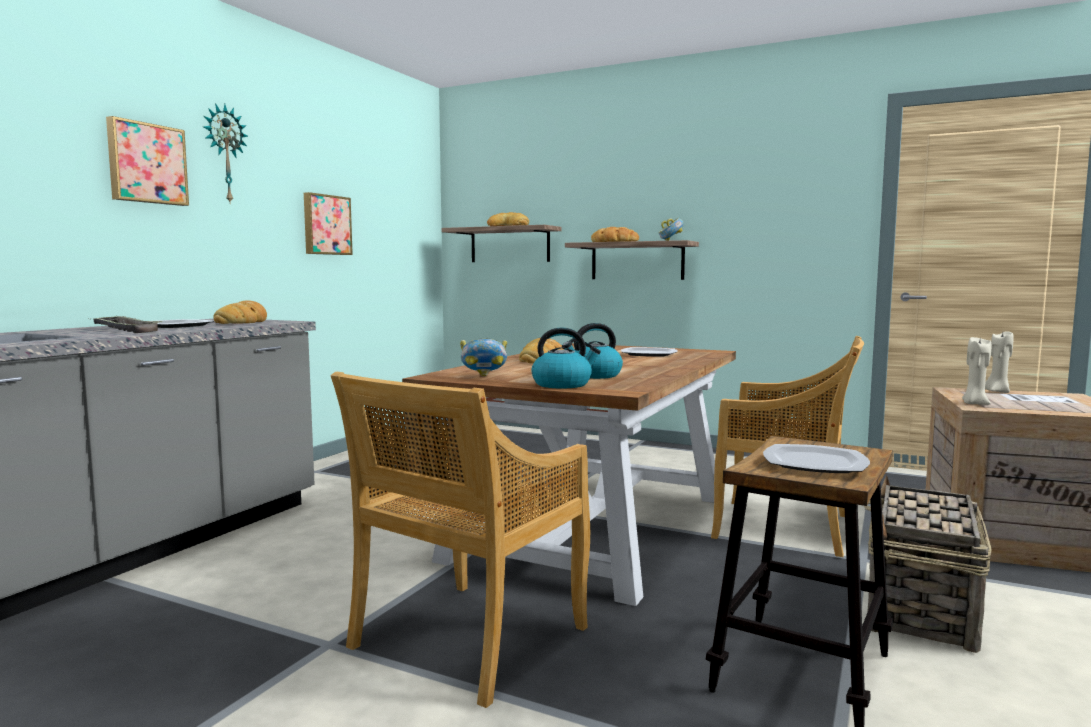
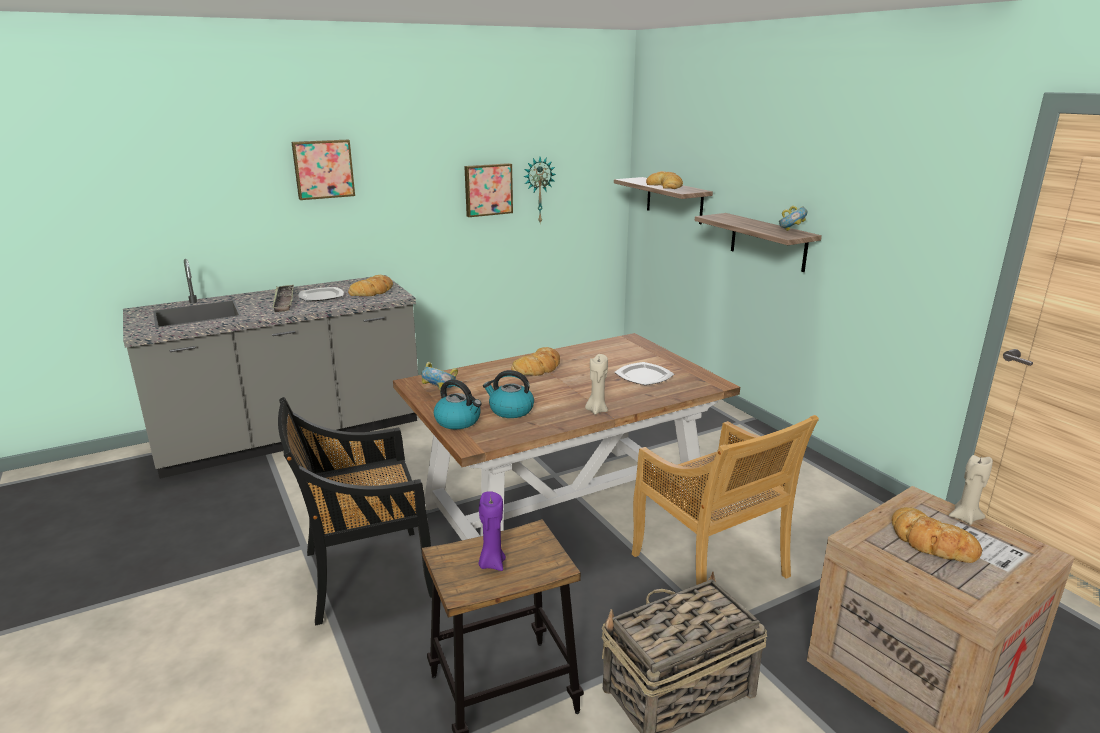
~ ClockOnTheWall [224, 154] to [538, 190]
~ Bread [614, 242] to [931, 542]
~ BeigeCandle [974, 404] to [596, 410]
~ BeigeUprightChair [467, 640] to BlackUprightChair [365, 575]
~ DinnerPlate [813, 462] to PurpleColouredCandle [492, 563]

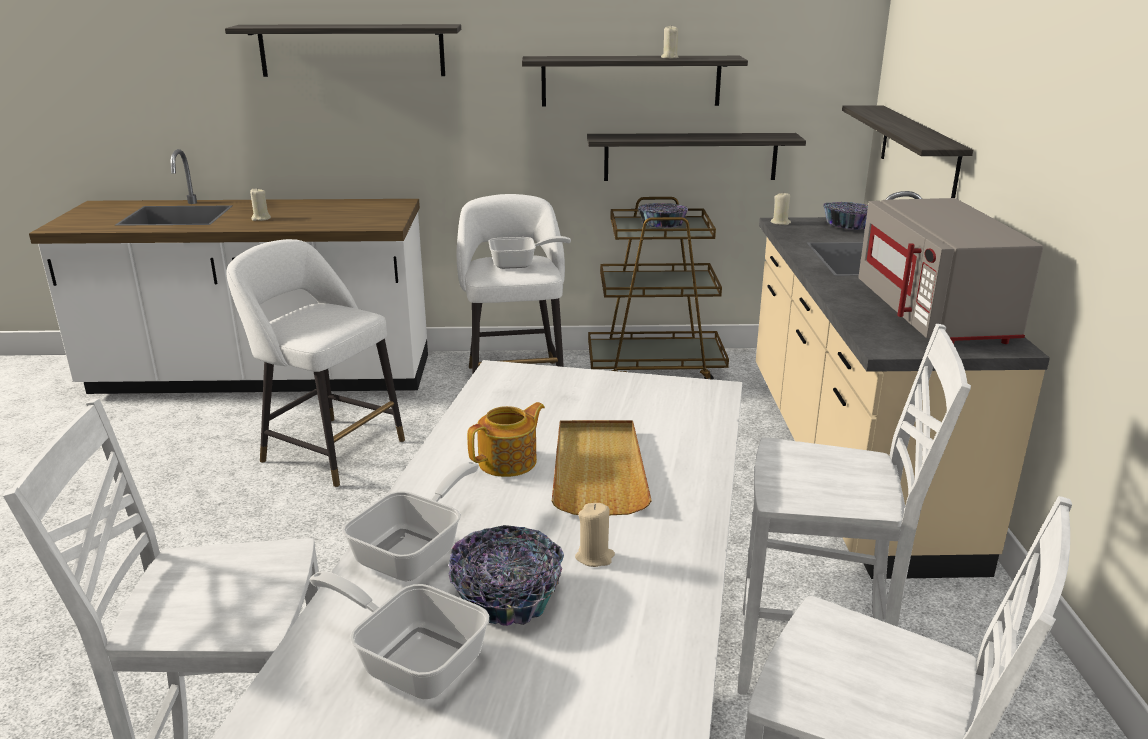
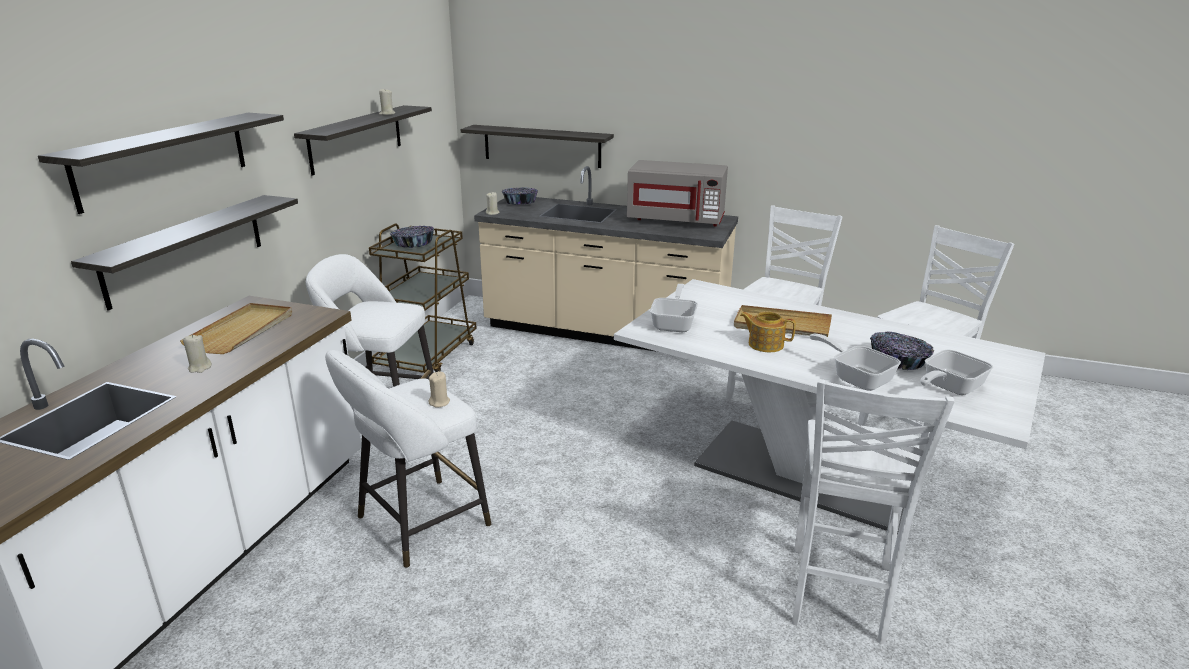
~ BracketShelf [690, 156] to [186, 249]
~ Pan [519, 264] to [674, 323]
~ TeaPot [509, 462] = [765, 344] 45 degrees counterclockwise
~ BeigeCandle [595, 557] to [439, 402]
+ BeigeServingTray [242, 331]

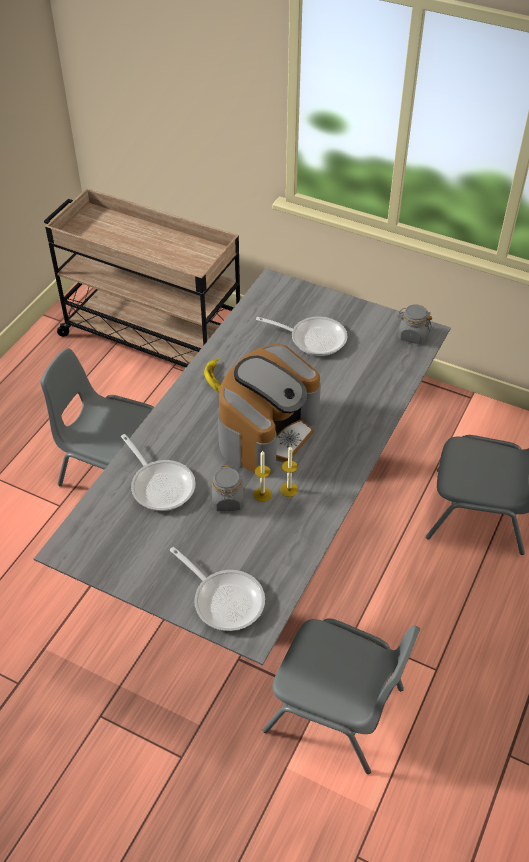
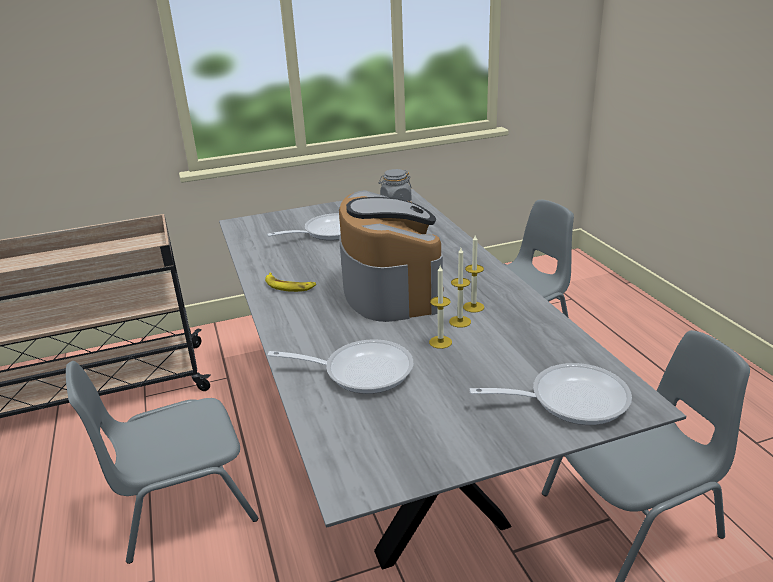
~ GreyStorageJar [228, 500] to Candle [440, 342]

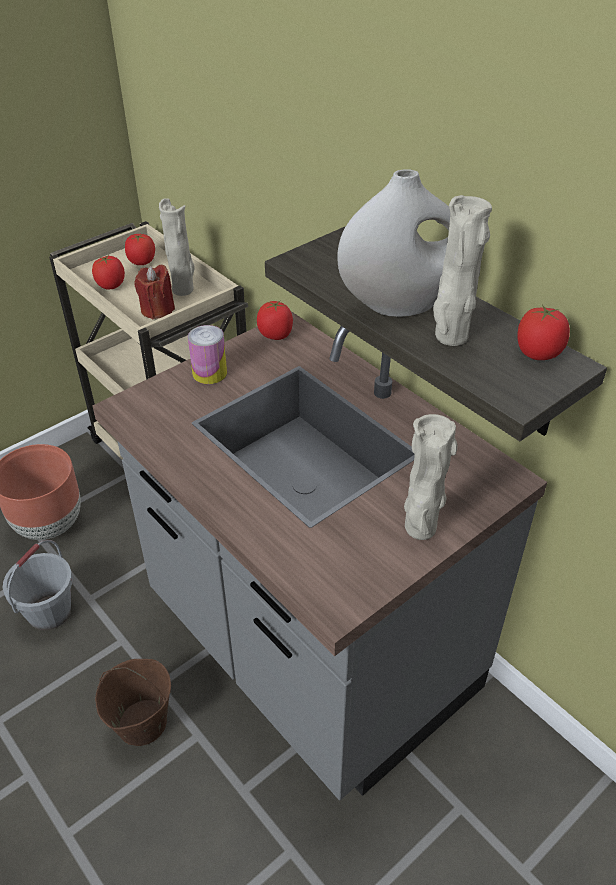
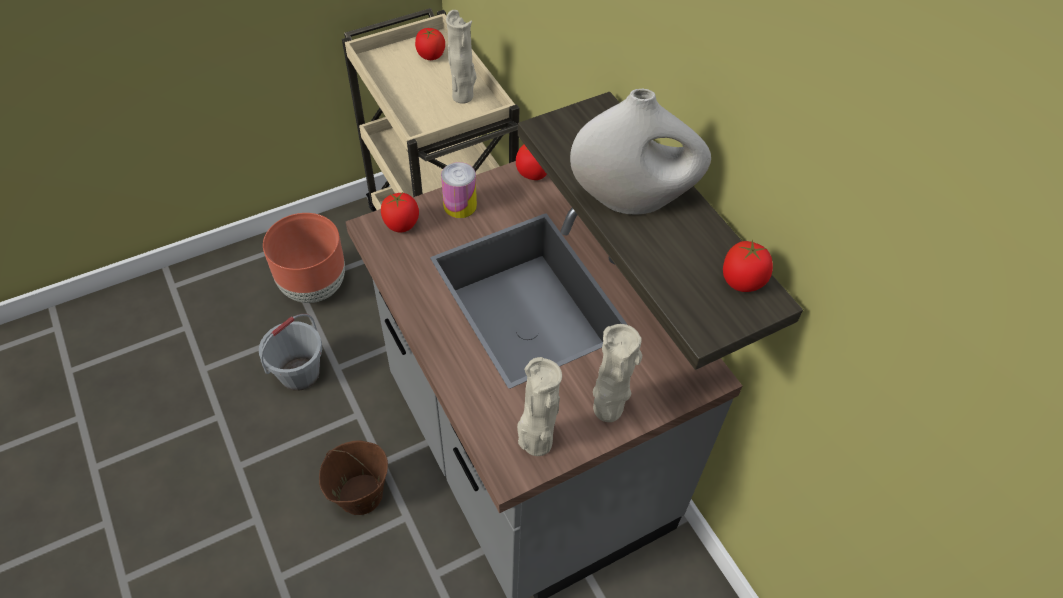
~ BeigeDecorativeVase [450, 338] to [535, 444]
~ WholeTomato [111, 285] to [401, 224]
- RedColouredCandle [157, 309]

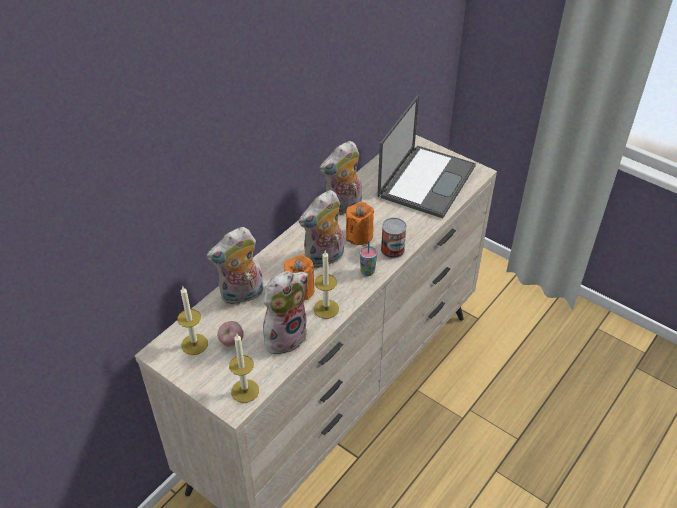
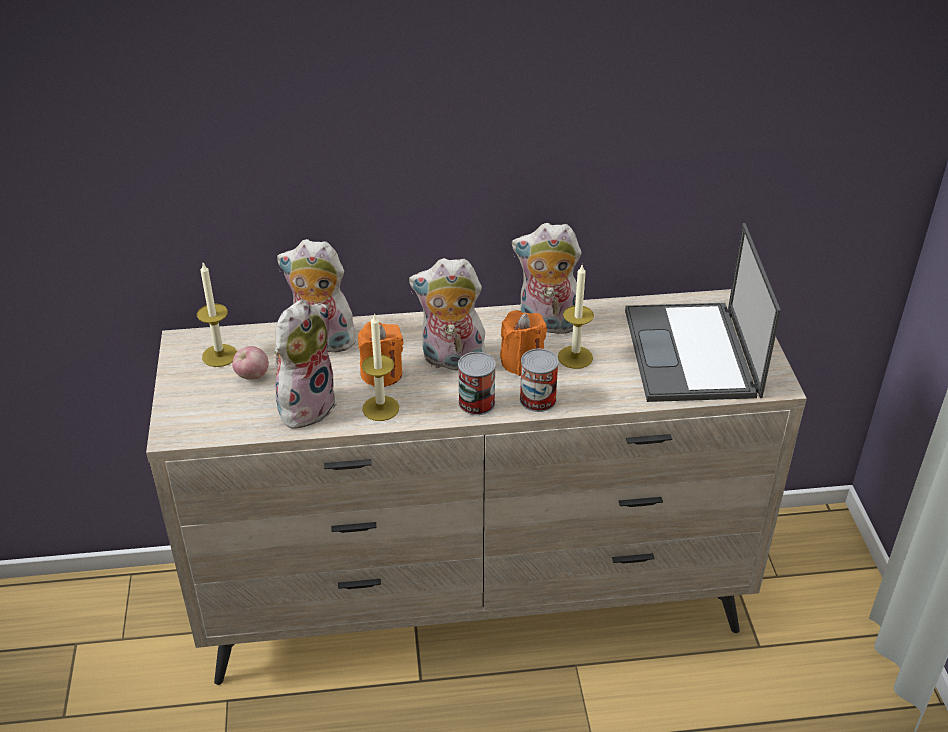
~ Laptop [427, 180] = [692, 354] 105 degrees clockwise
~ Cup [367, 271] to Can [476, 402]
~ SoftToy [285, 335] = [306, 405] 60 degrees counterclockwise
~ Candle [245, 391] to [575, 357]

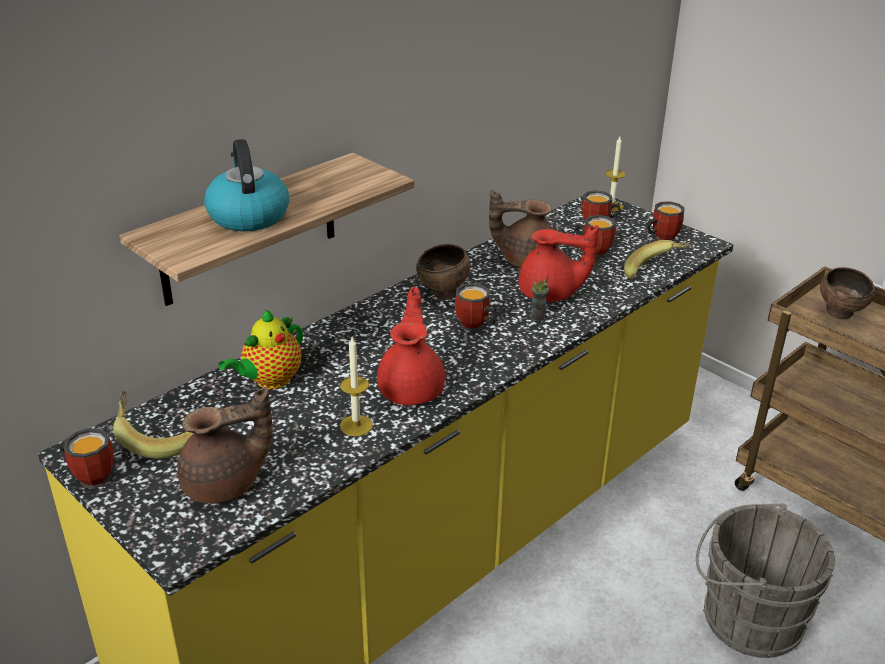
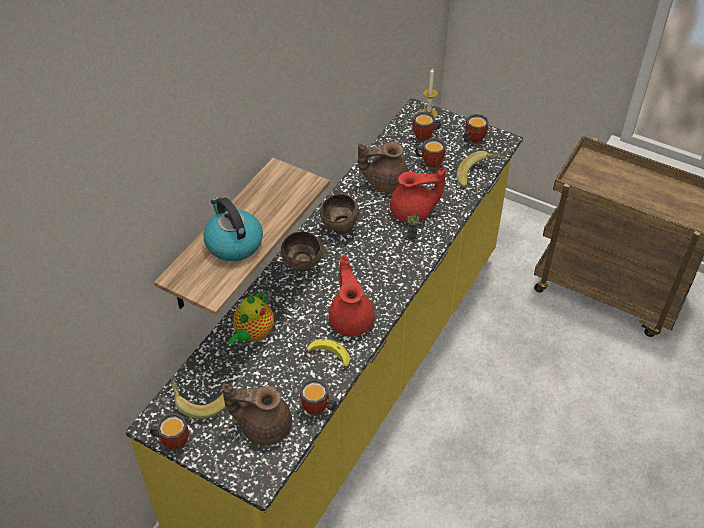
~ BrownColouredServingBowl [840, 315] to [303, 266]
~ TeaMug [474, 327] to [318, 410]
~ Candle [356, 425] to Banana [327, 359]
~ BrownColouredTeaPot [225, 484] = [263, 426] 135 degrees counterclockwise
- GreyWaterBucket [745, 617]

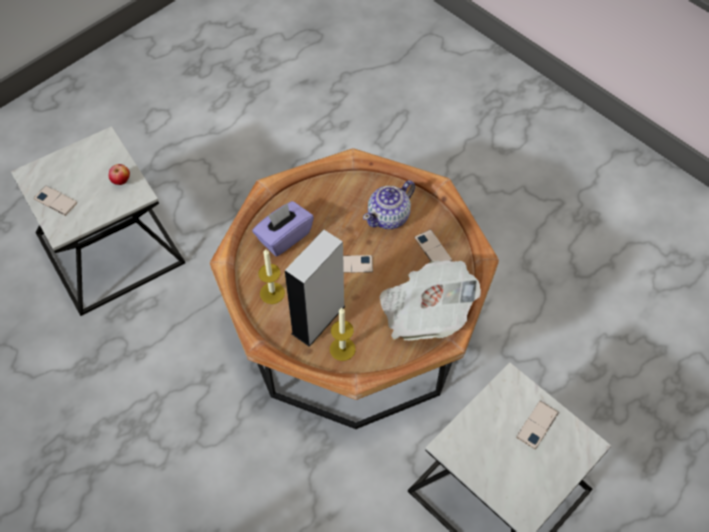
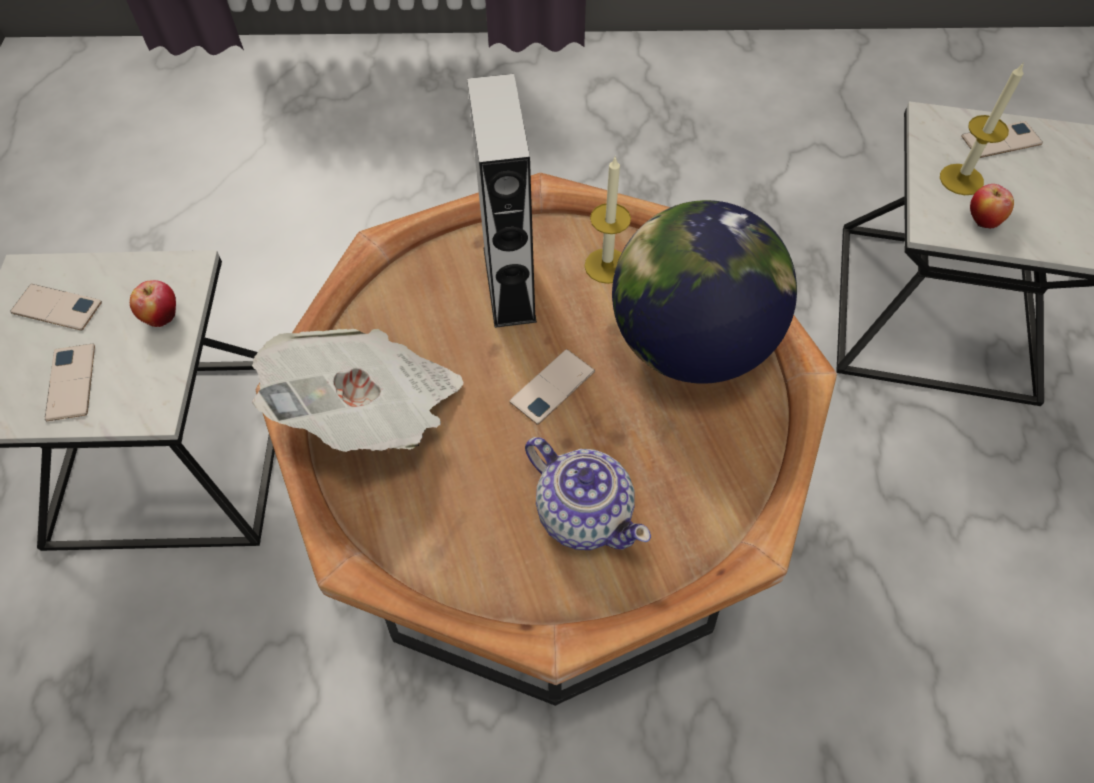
~ TeaPot [389, 217] = [584, 513] 135 degrees clockwise
~ PurpleColouredTissueBox [284, 237] to DeskGlobe [690, 343]
~ Telephone [433, 249] to [57, 308]
~ Candle [342, 349] to [961, 179]
+ WholeApple [162, 317]

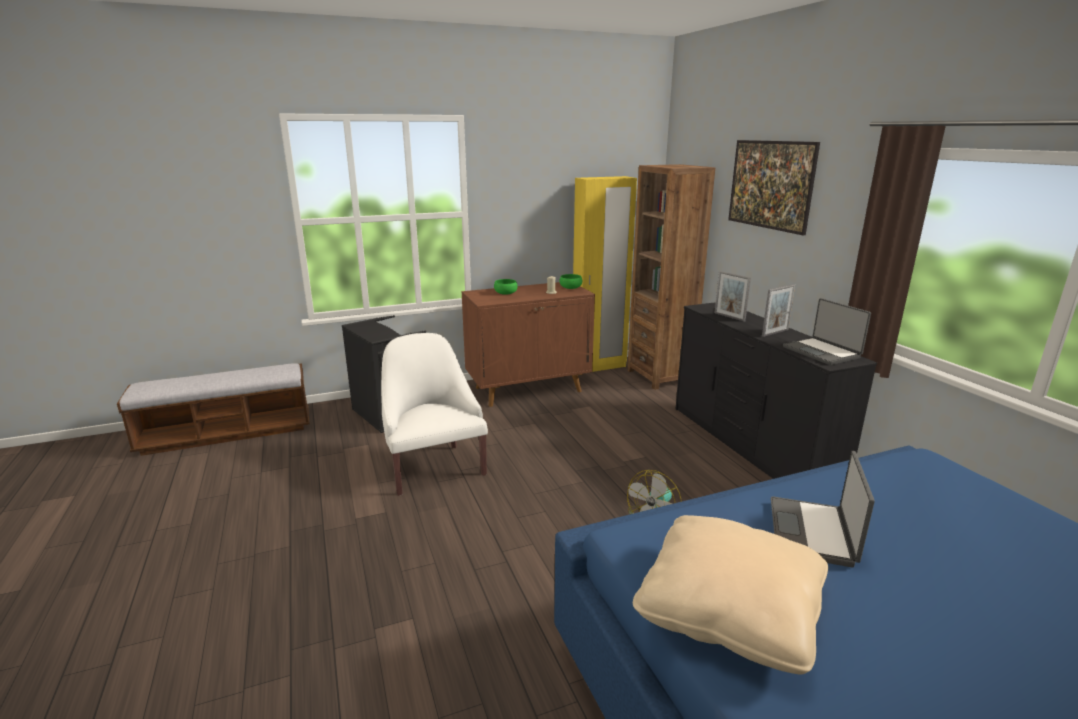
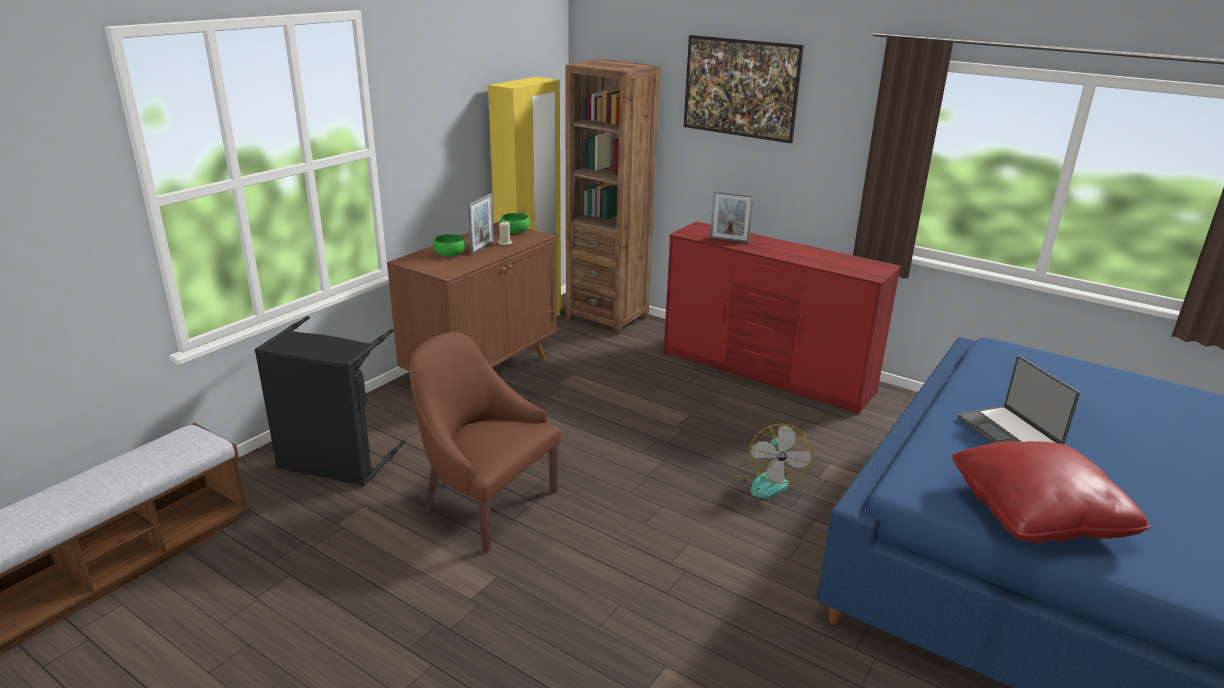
~ StandingFrame [775, 333] to [482, 248]
- Laptop [822, 352]
~ BlackDrawerChest [750, 446] to RedColouredDrawerChest [766, 373]
~ WhiteEasyChair [433, 467] to BrownColouredEasyChair [486, 503]
~ BeigeCushion [729, 610] to RedColouredCushion [1037, 513]

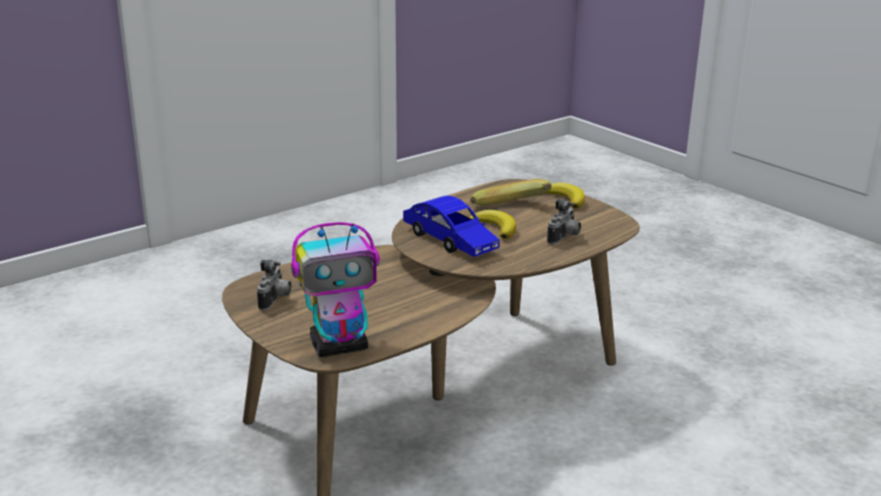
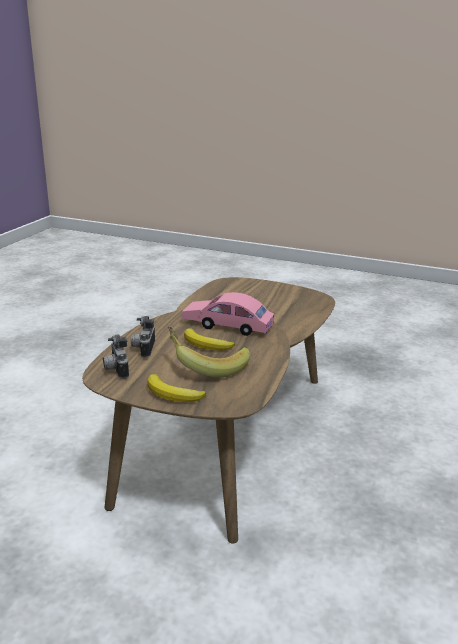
~ BlueColouredMiniatureCar [449, 241] to PinkMiniatureCar [227, 326]
- ToyRobot [340, 346]
~ StillCamera [275, 300] to [116, 370]

